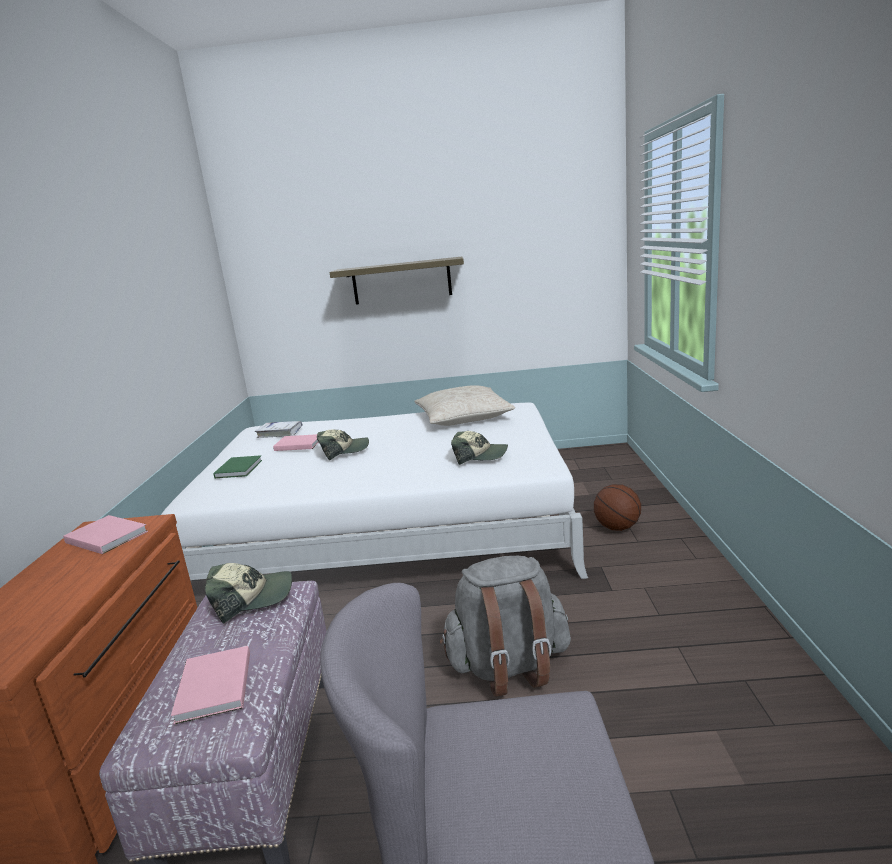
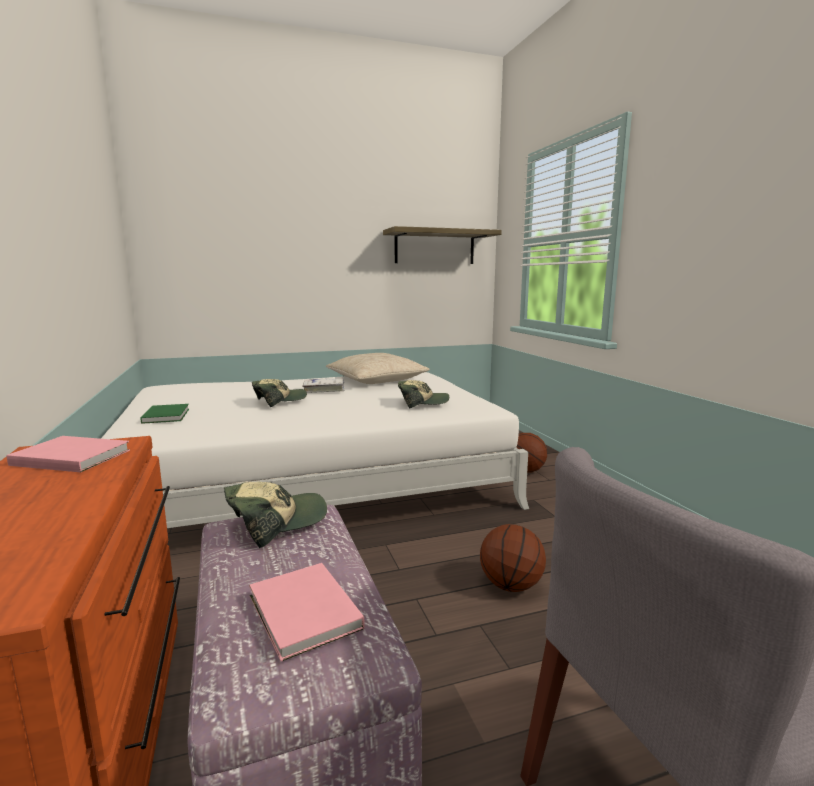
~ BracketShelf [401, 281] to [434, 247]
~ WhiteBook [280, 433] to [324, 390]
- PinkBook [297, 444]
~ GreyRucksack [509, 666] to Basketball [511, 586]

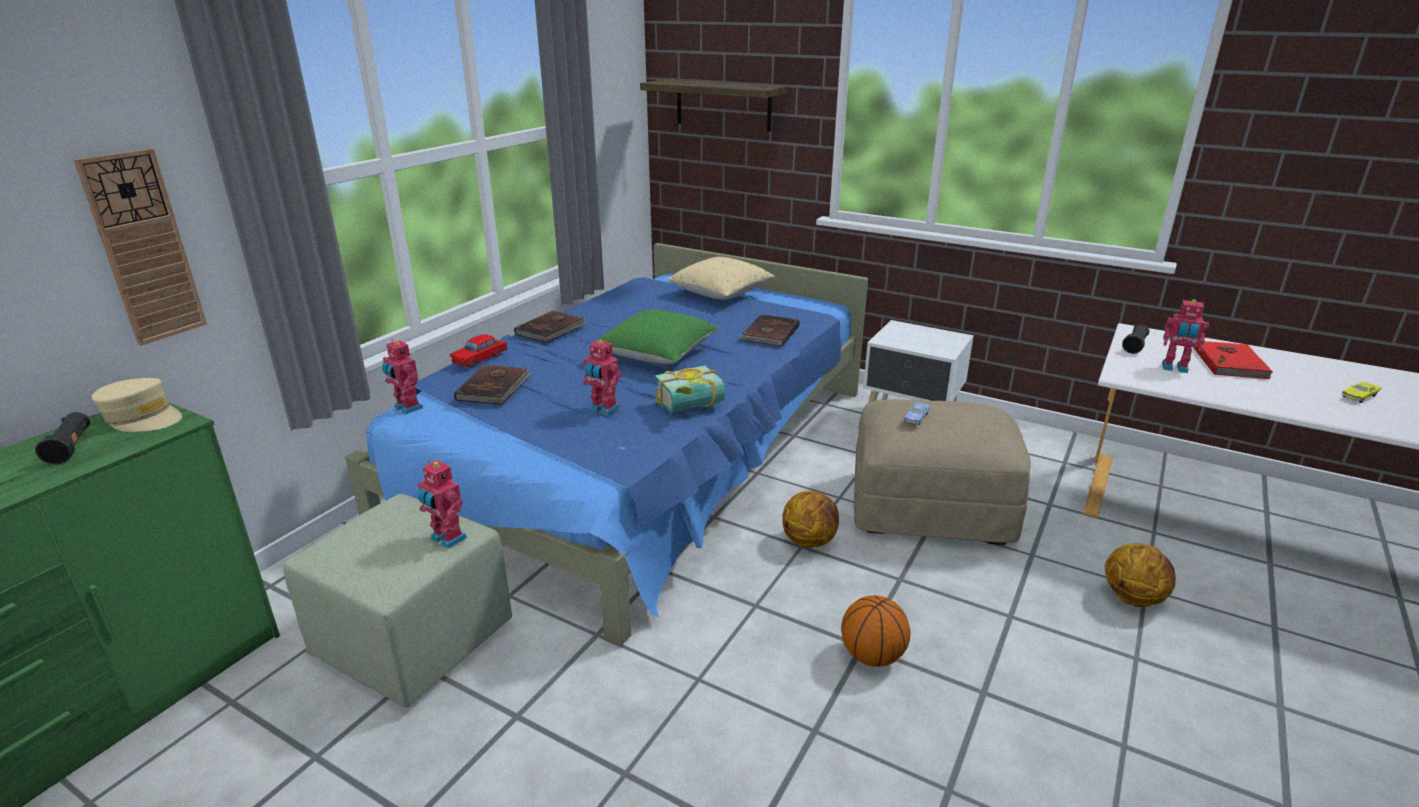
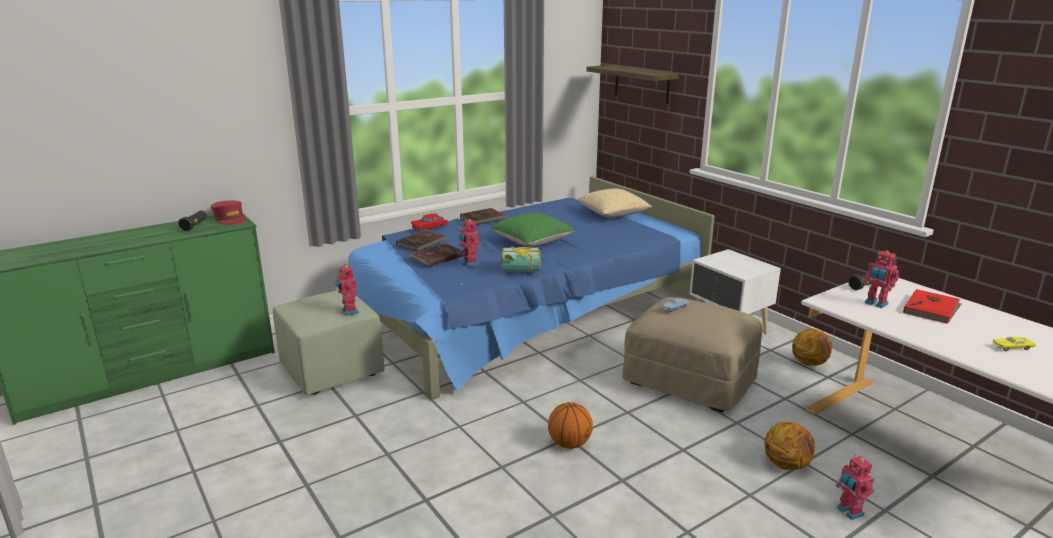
- ClockOnTheWall [144, 248]
~ BrownColouredBook [769, 333] to [436, 257]
~ ToyRobot [407, 408] to [848, 512]
~ BeigeBaseballCap [143, 417] to RedColouredBaseballCap [230, 219]
~ Basketball [810, 541] to [810, 363]

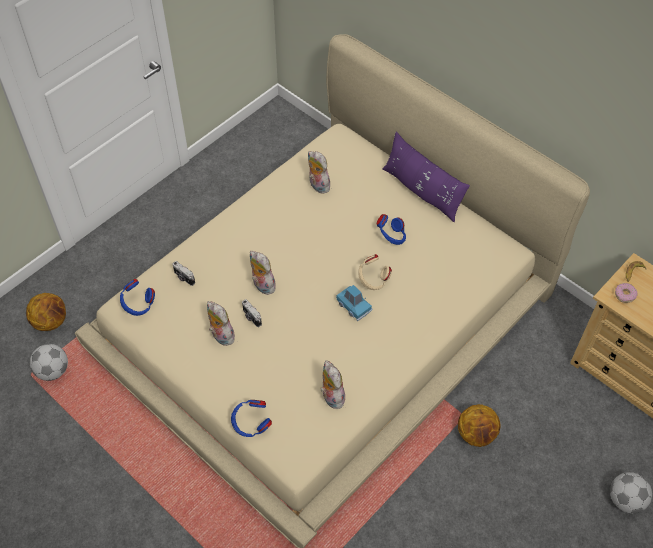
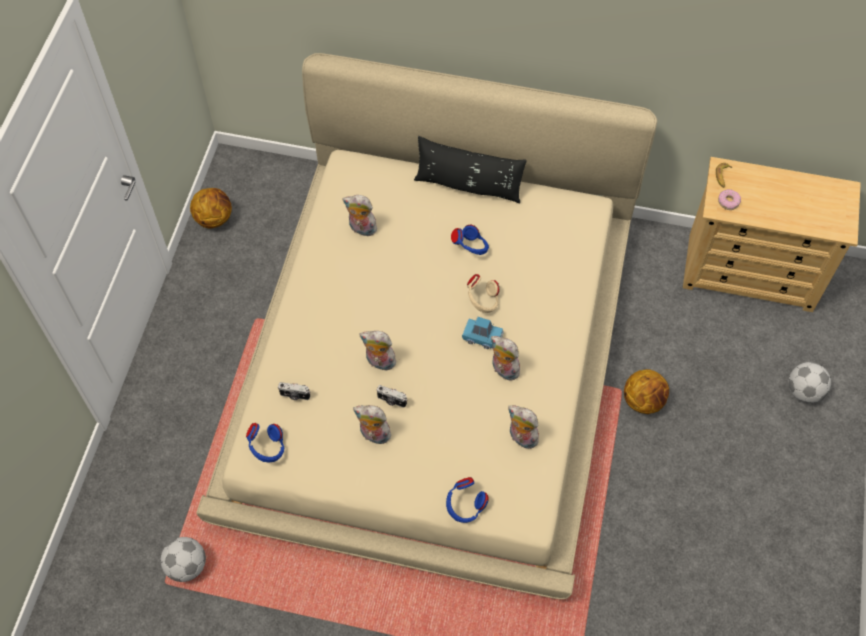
~ PurpleColouredCushion [422, 191] to BlackCushion [468, 185]
~ Basketball [51, 321] to [214, 218]
+ SoftToy [503, 370]

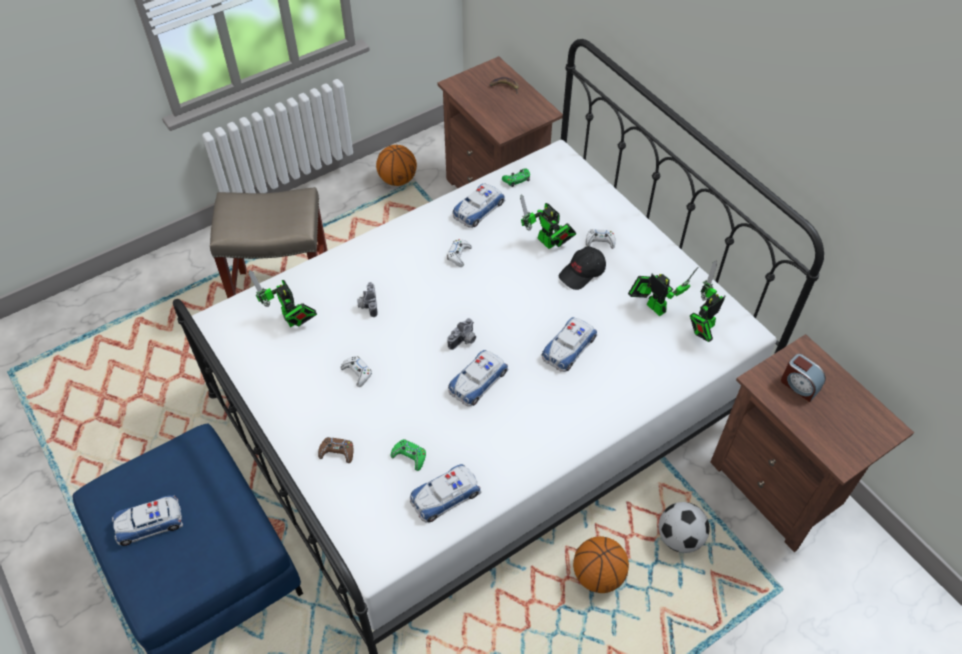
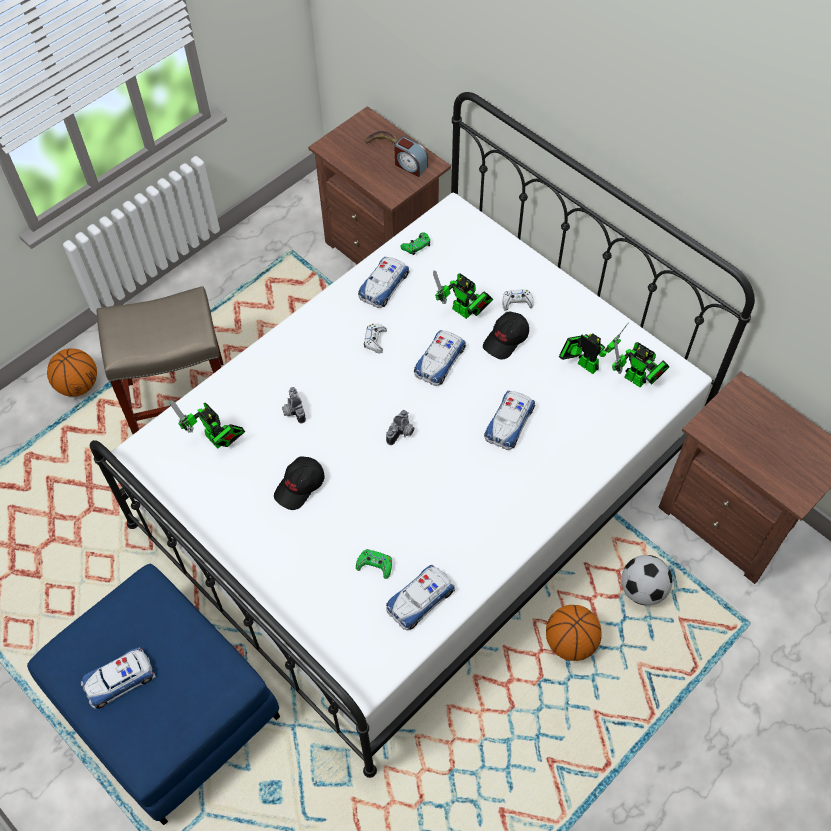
~ Basketball [397, 180] to [78, 386]
~ ToyRobot [702, 329] = [637, 381] 90 degrees counterclockwise
~ MiniatureCar [478, 381] to [439, 361]
~ TableClock [799, 385] to [410, 165]
~ WhiteGamepad [357, 373] to BlackBaseballCap [300, 486]
- BrownColouredGamepad [337, 452]

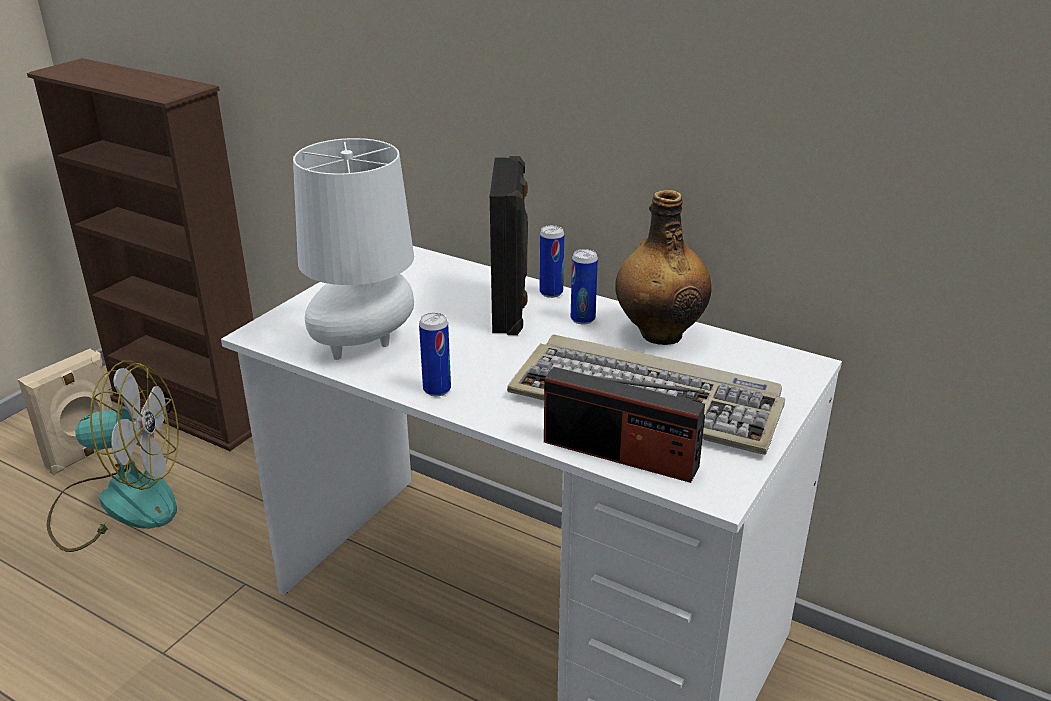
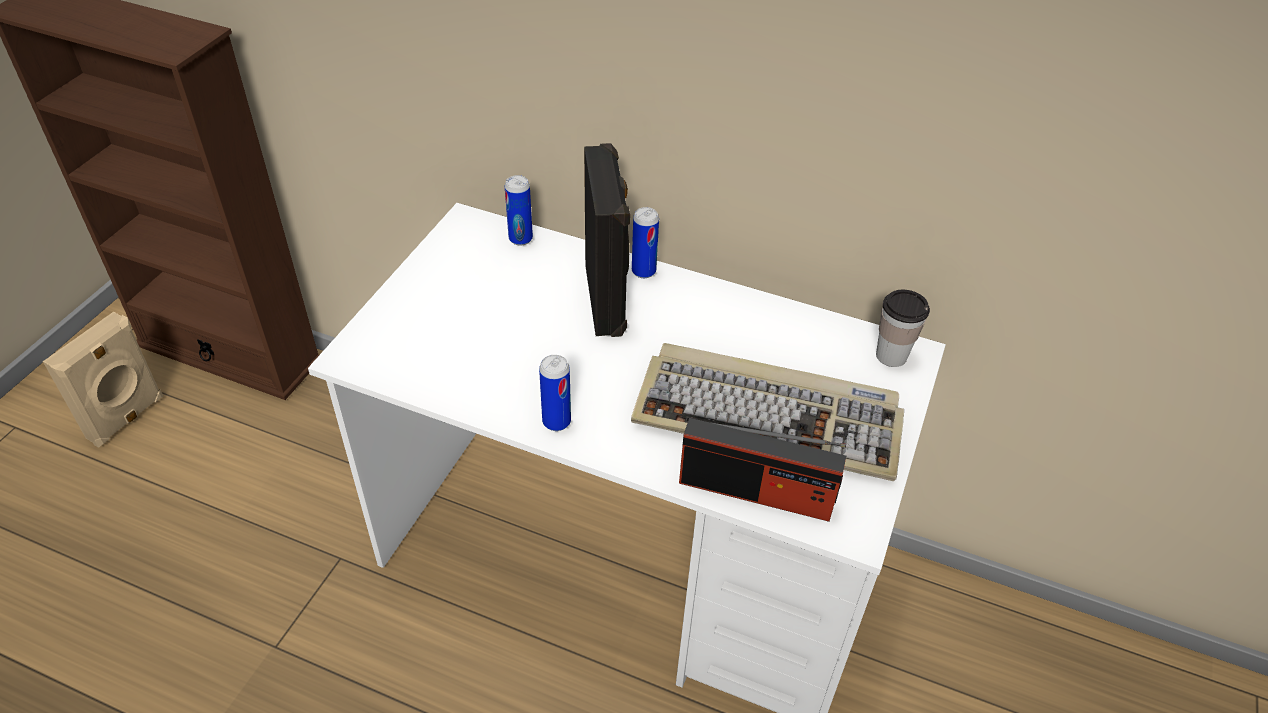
- WhiteTabletopLamp [364, 346]
- DrinkBottle [659, 333]
~ Can [582, 319] to [520, 239]
- ElectricFan [119, 502]
+ Cup [891, 356]

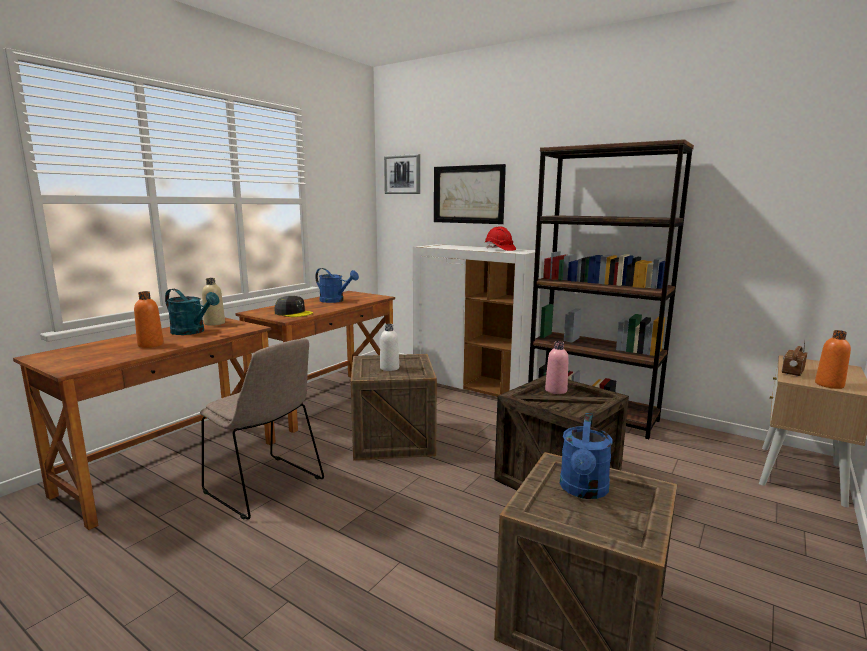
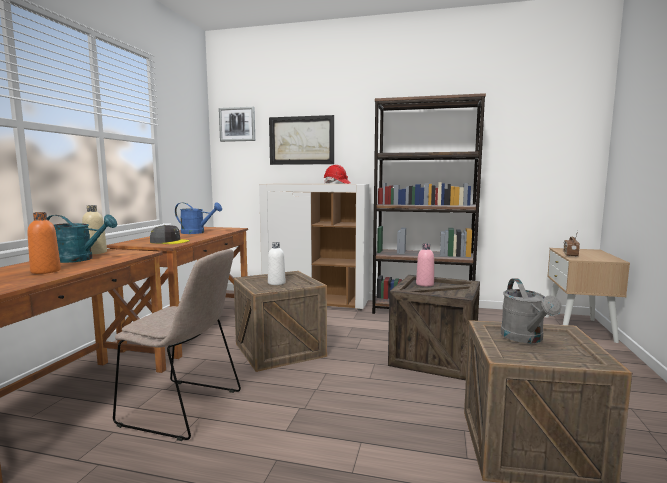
- OrangeColouredDrinkBottle [829, 385]
~ BlueColouredSprinklingCan [583, 490] to GreySprinklingCan [525, 338]

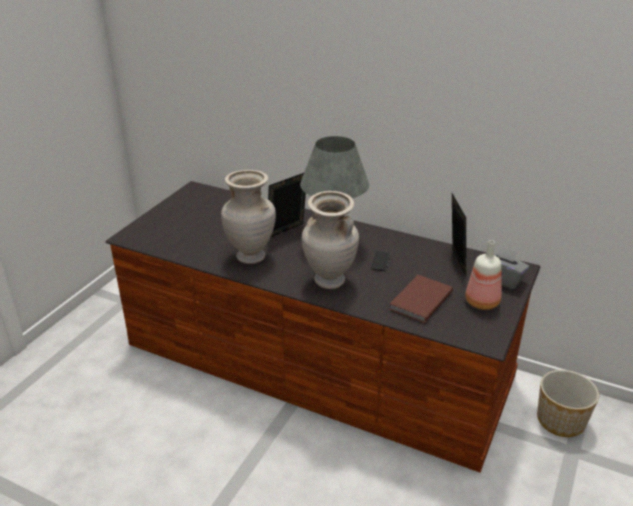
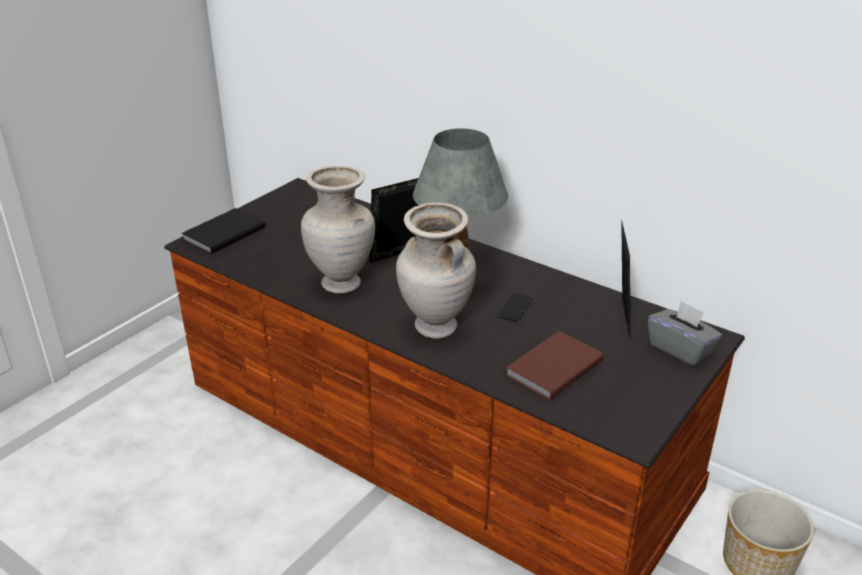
- DrinkBottle [482, 302]
+ BlackBook [222, 233]

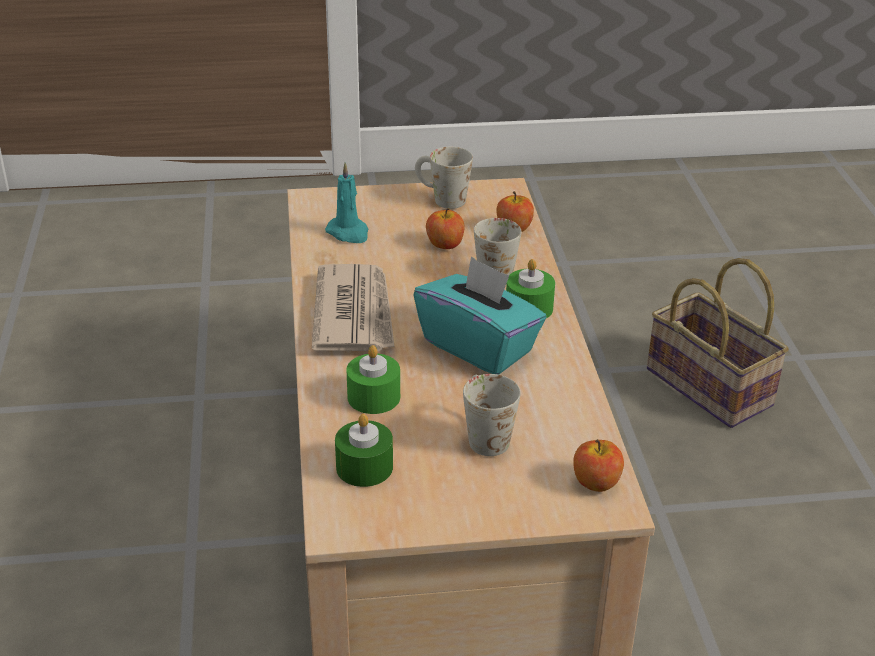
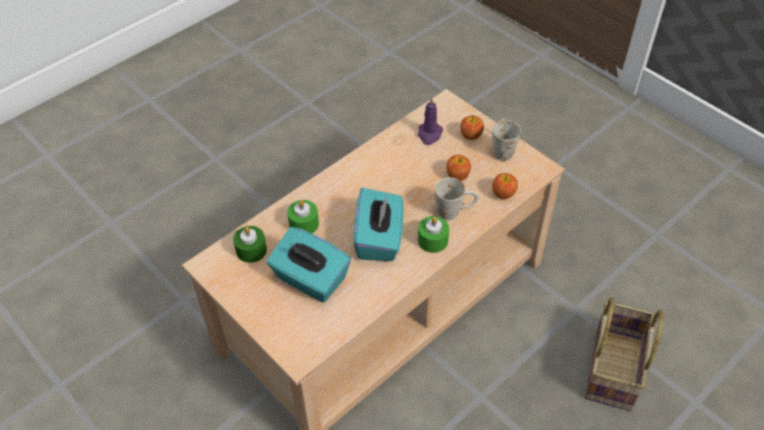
~ TurquoiseCandle [348, 233] to PurpleColouredCandle [429, 134]
- DailyPaper [354, 313]
~ WhiteTeaMug [483, 435] to TurquoiseTissueBox [310, 279]
~ WholeApple [596, 482] to [471, 135]

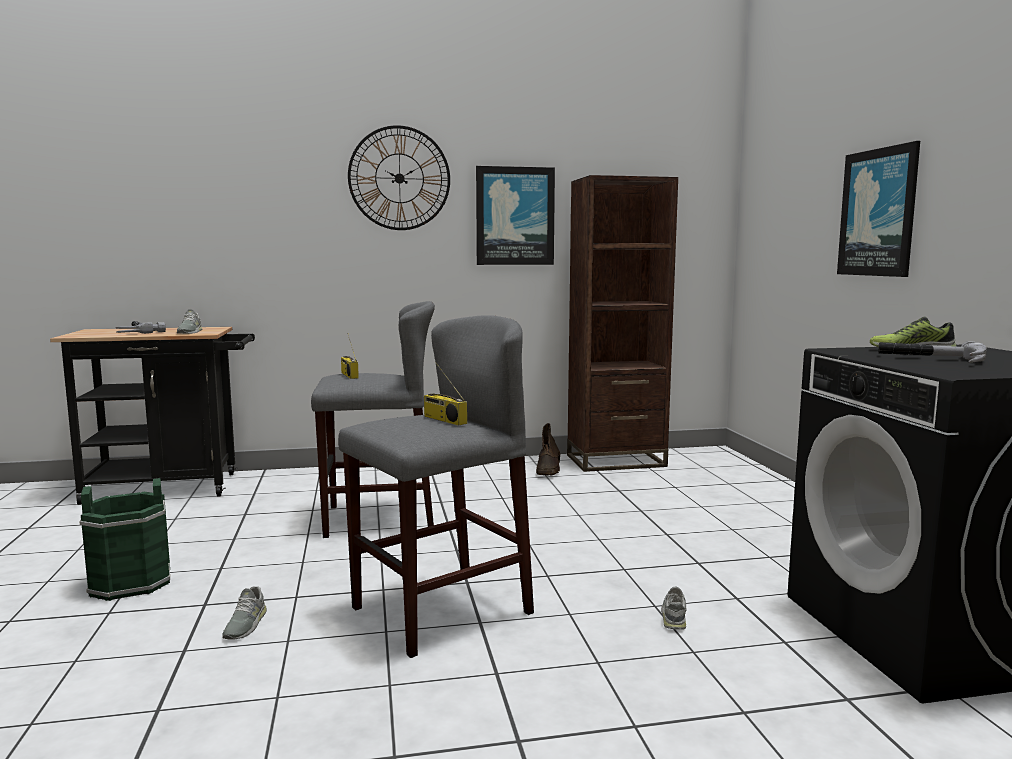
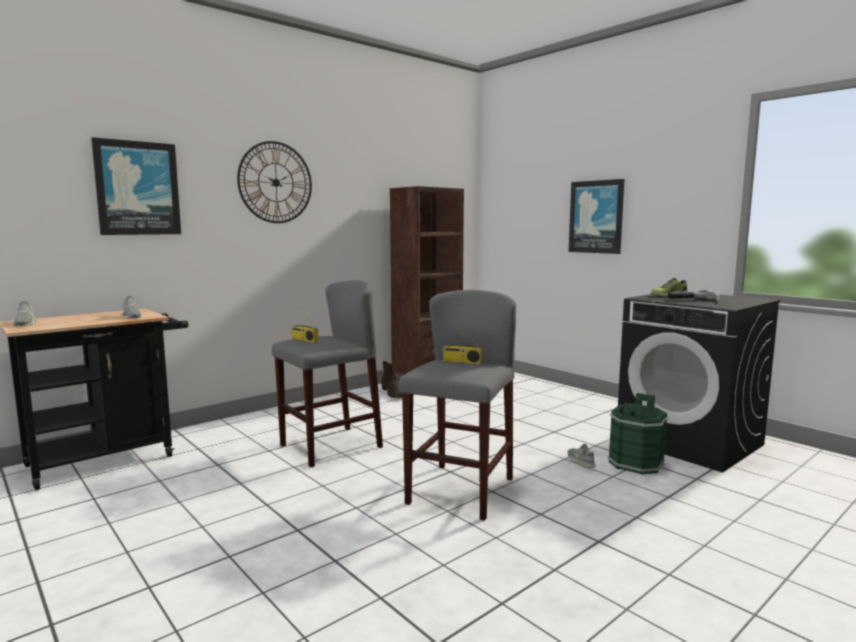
~ WallArt [515, 216] to [137, 188]
- HandHammer [136, 331]
~ GreenWaterBucket [130, 582] to [636, 463]
~ GreyItemOfFootwear [245, 624] to [25, 323]

